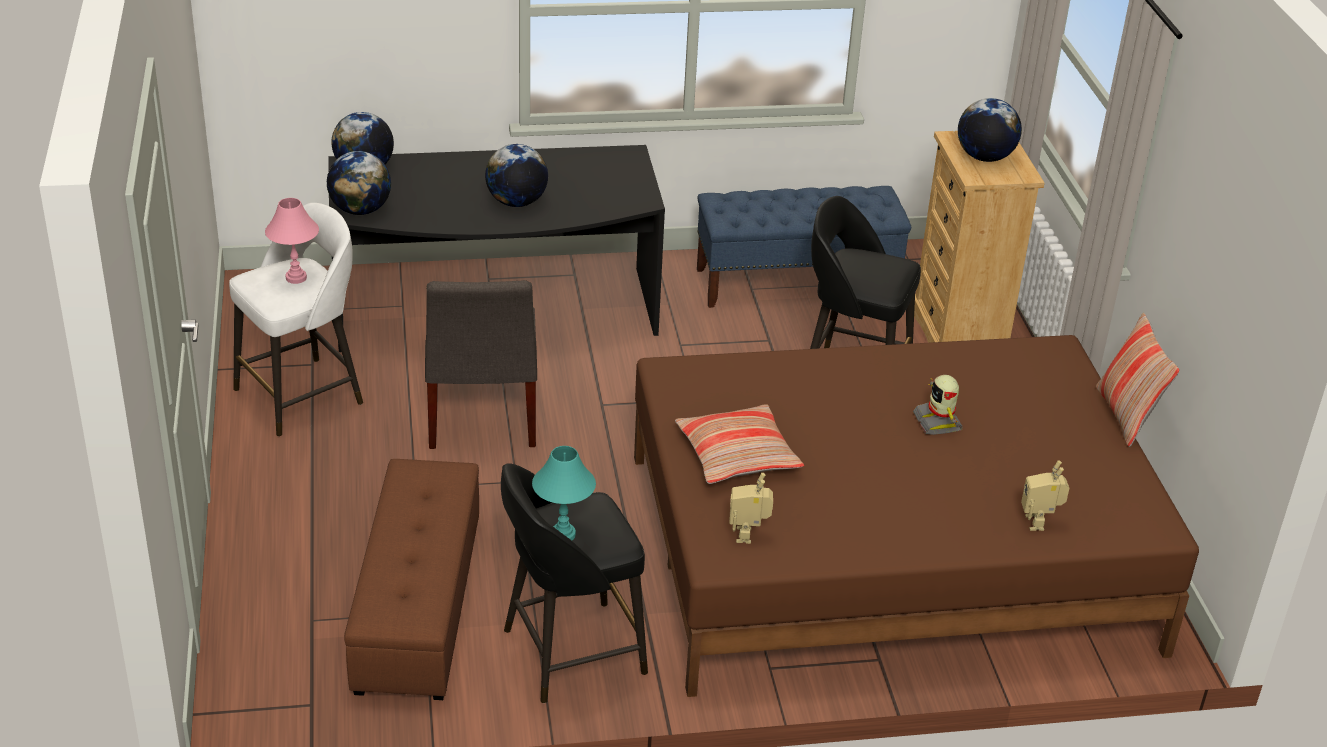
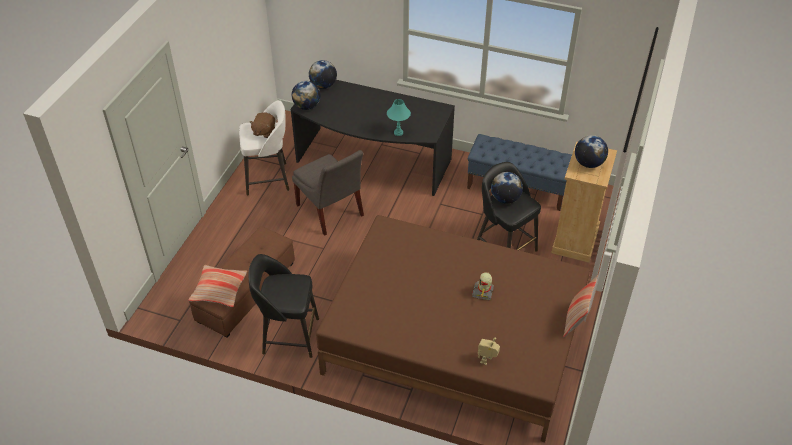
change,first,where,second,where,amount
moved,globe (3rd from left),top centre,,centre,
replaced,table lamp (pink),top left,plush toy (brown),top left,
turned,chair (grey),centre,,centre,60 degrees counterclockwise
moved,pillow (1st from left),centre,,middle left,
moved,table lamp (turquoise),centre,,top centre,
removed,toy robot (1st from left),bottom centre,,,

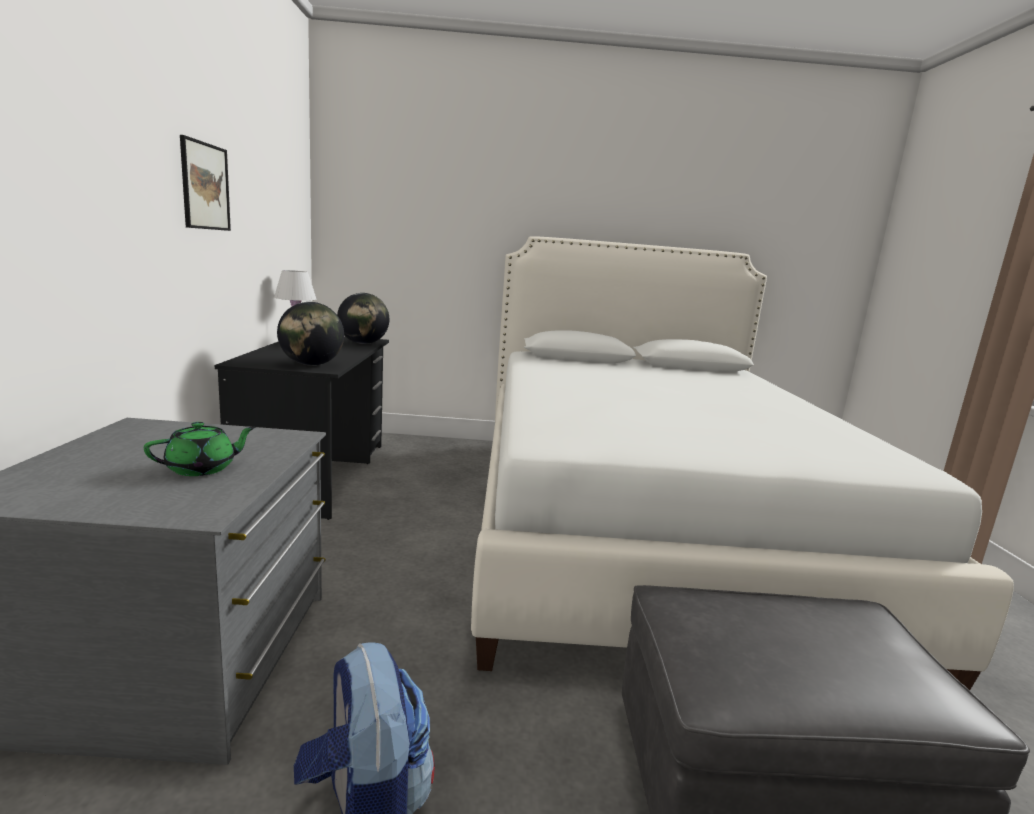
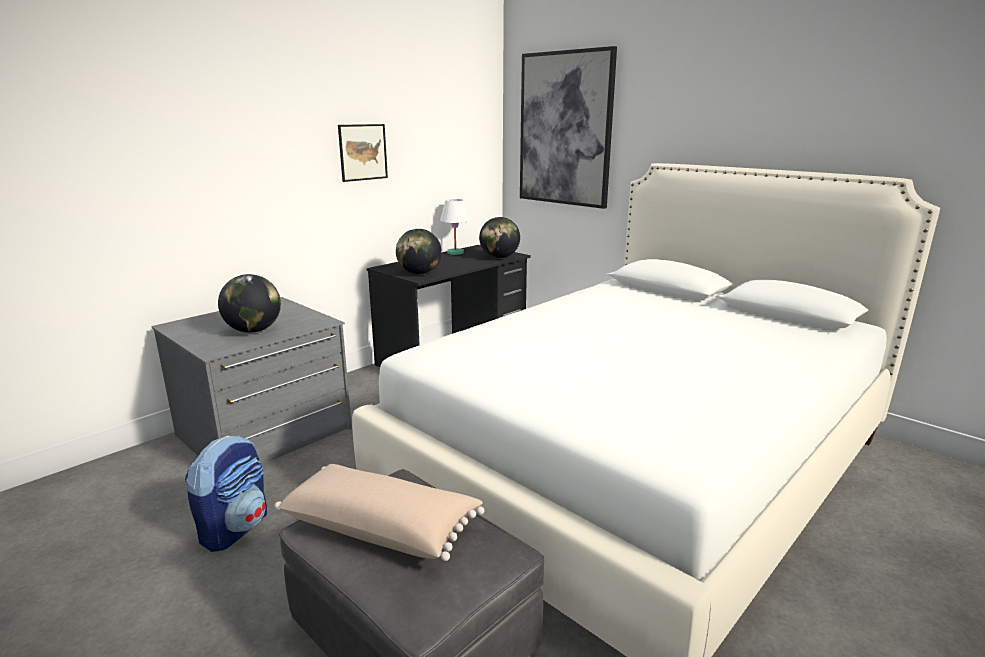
change,first,where,second,where,amount
replaced,teapot (green),middle left,globe (1st from left),middle left,
added,,,picture (2nd from left),top centre,
added,,,pillow (beige),bottom centre,

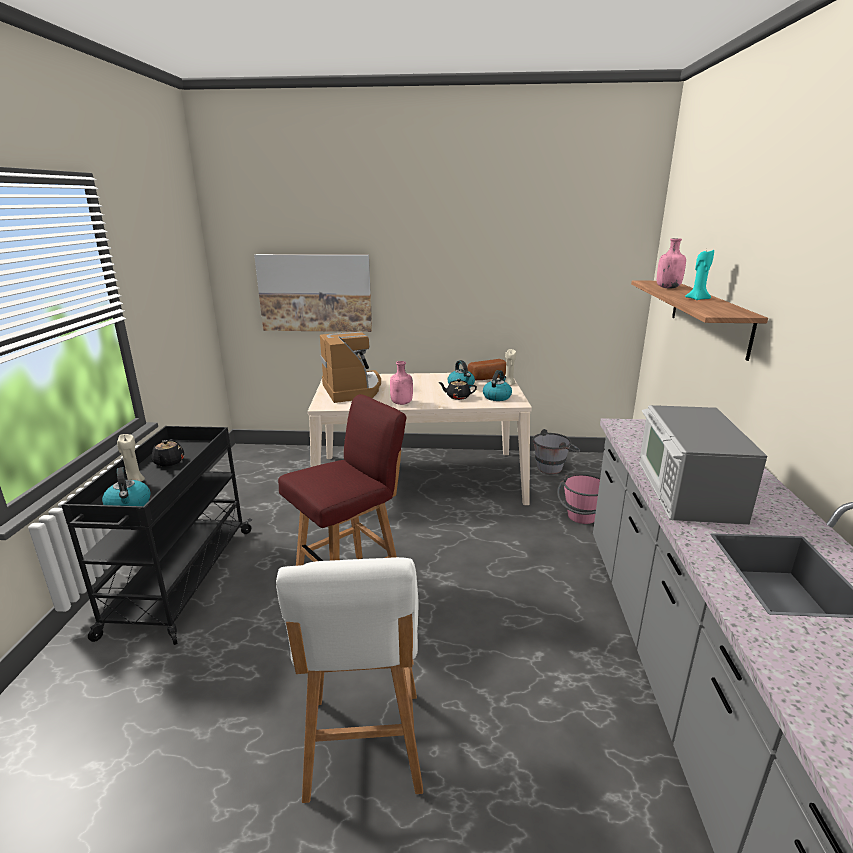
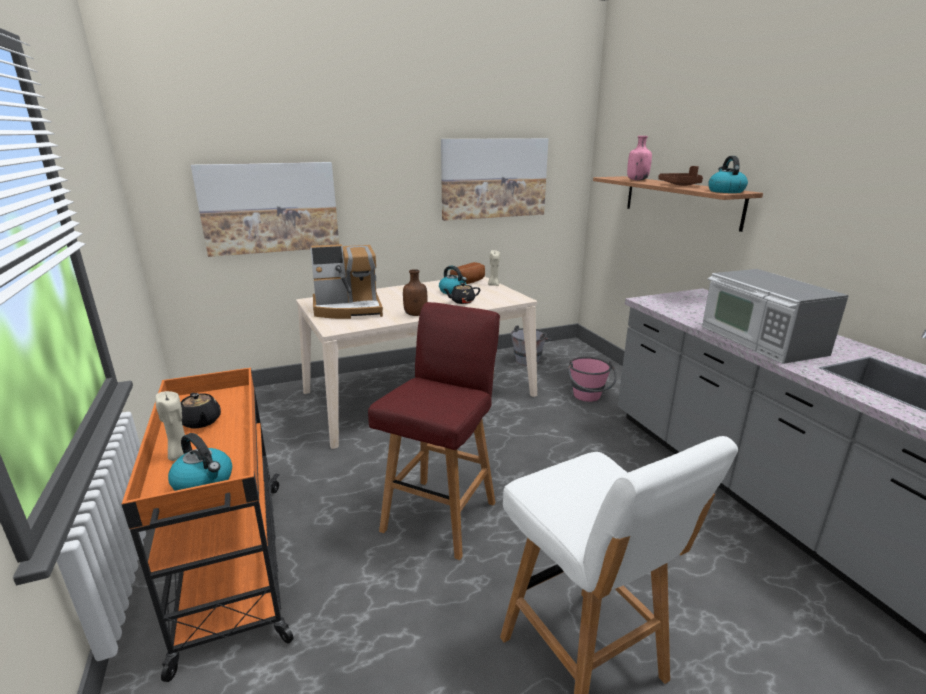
change,first,where,second,where,amount
replaced,candle (turquoise),top right,tray (brown),top right,
turned,coffee machine,centre,,centre,120 degrees clockwise
recoloured,bottle (pink) (1st from left),centre,bottle (brown),centre,
moved,kettle (3rd from left),centre,,top right,
recoloured,cart (black),middle left,cart (orange),bottom left,
added,,,picture (2nd from left),top centre,

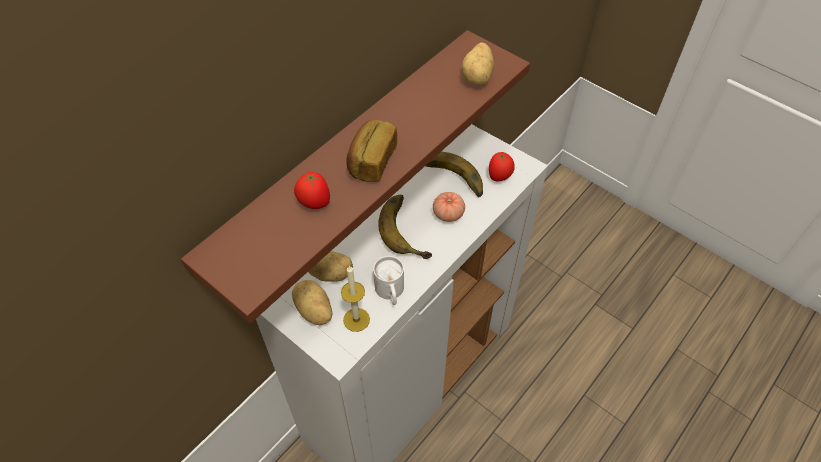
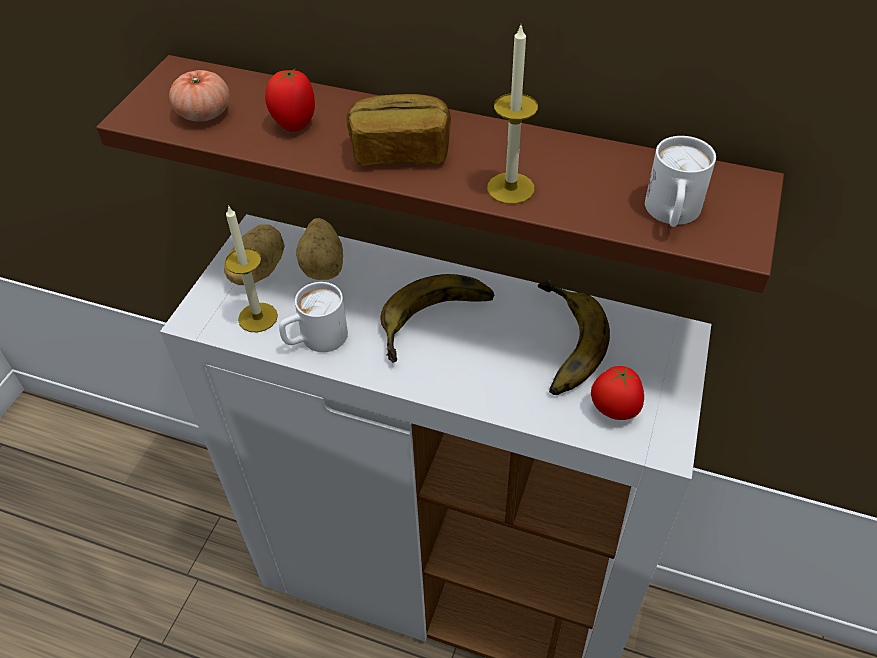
change,first,where,second,where,amount
replaced,potato (3rd from left),top centre,mug (white) (2nd from left),top right,
moved,tomato (2nd from left in the first image),centre,tomato (1st from left),top left,
added,,,candle (2nd from left),top centre,

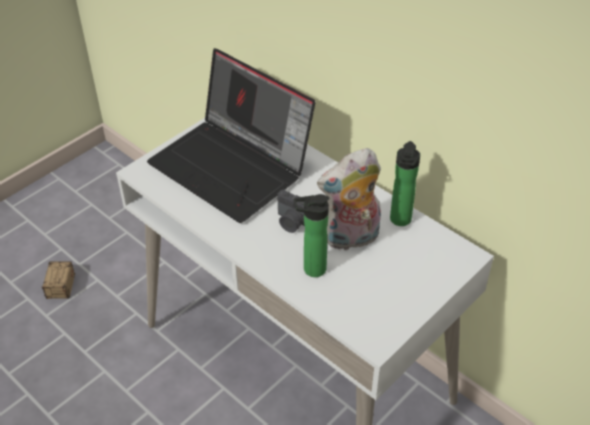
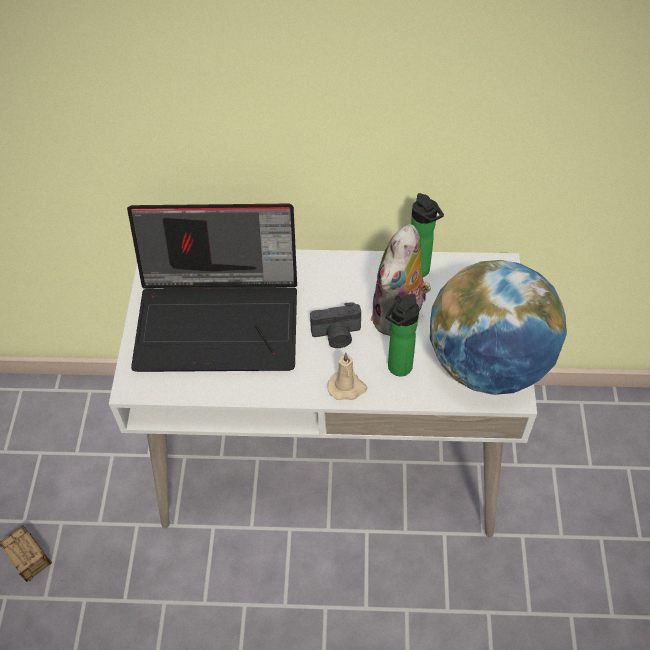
change,first,where,second,where,amount
added,,,globe,middle right,
added,,,candle (beige),centre,

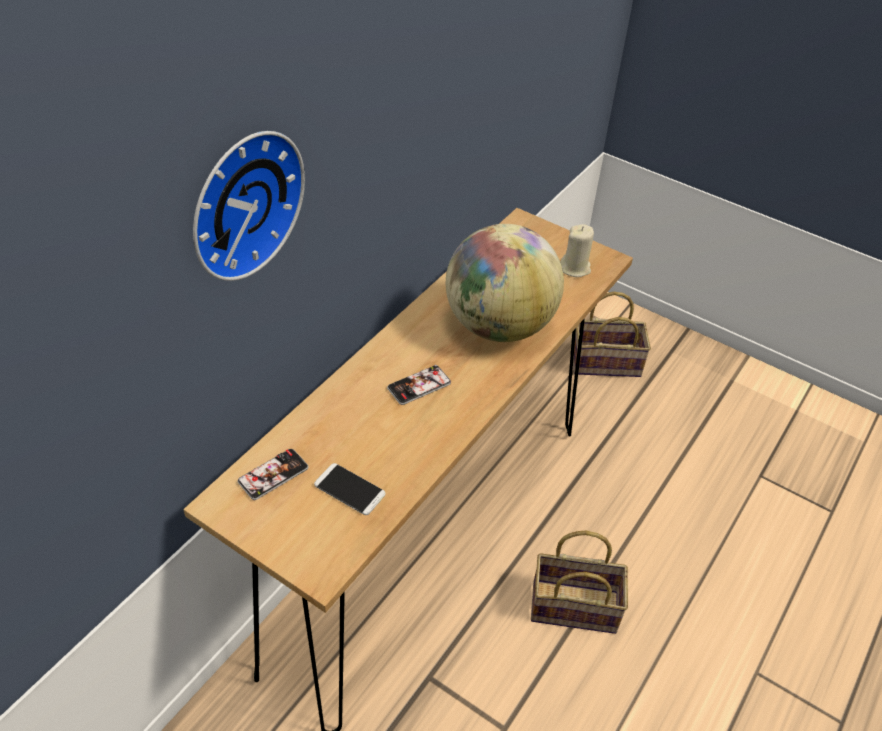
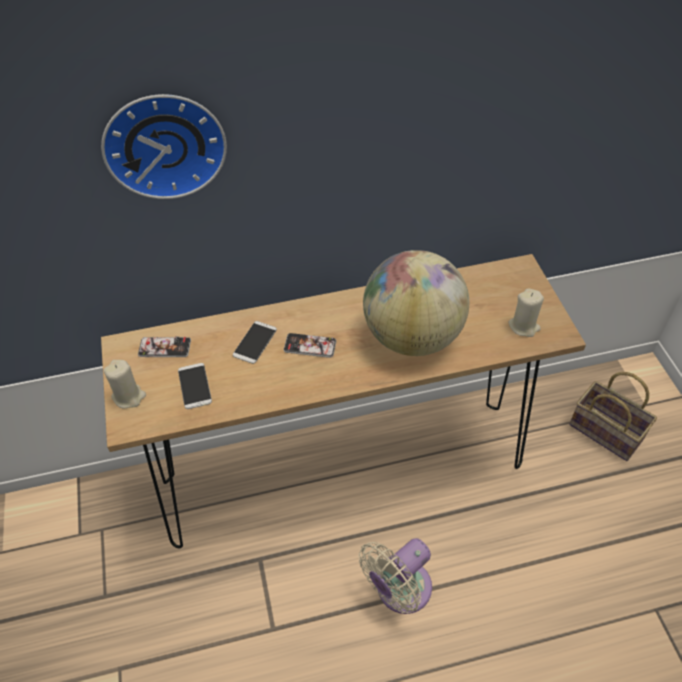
change,first,where,second,where,amount
replaced,basket (1st from left),bottom centre,fan (beige),bottom centre,
added,,,phone (3rd from left),centre,
added,,,candle (beige) (1st from left),middle left,

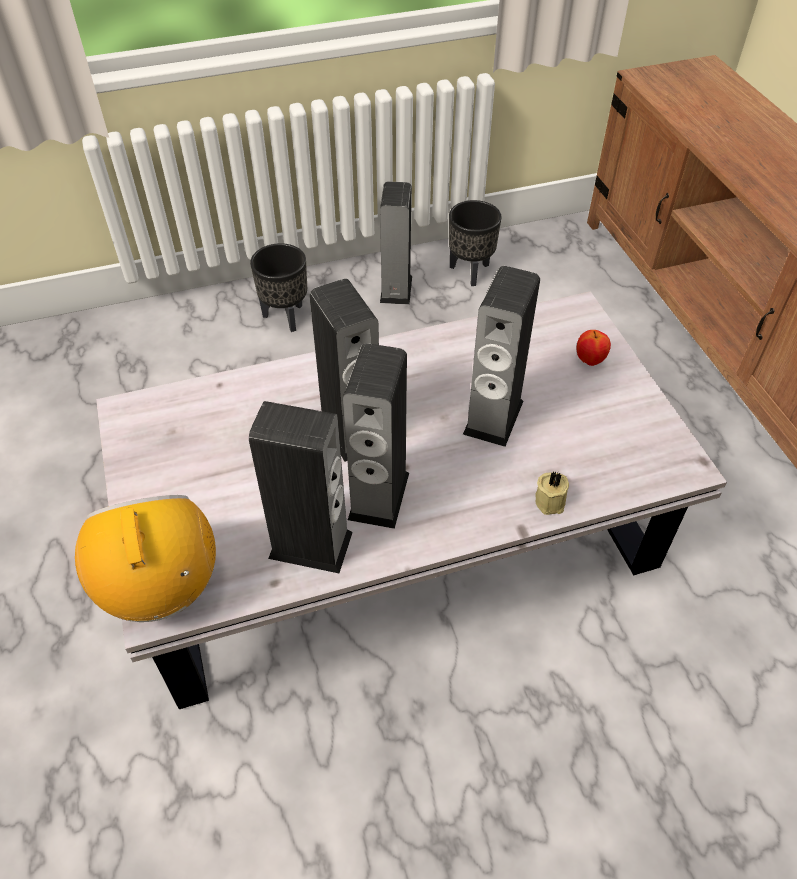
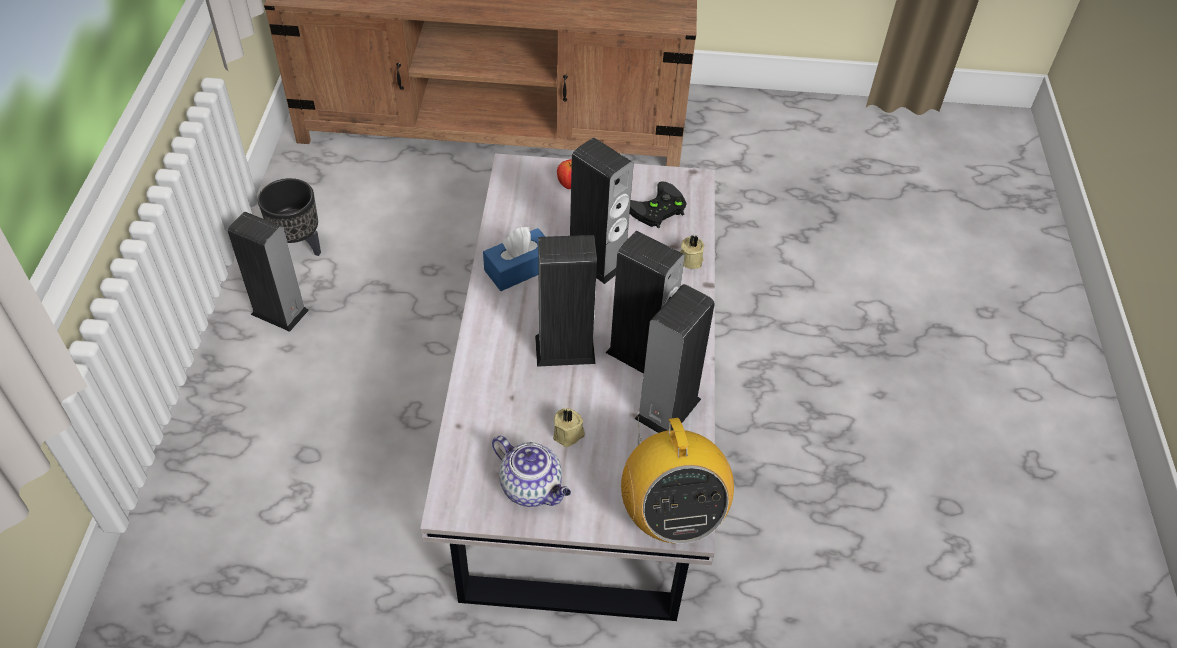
change,first,where,second,where,amount
removed,planter (black) (1st from left),top centre,,,
turned,radio,middle left,,bottom centre,105 degrees counterclockwise
added,,,game controller (black),top centre,
added,,,tissue box (blue),centre,
added,,,candle (beige) (1st from left),centre,
added,,,teapot,bottom centre,

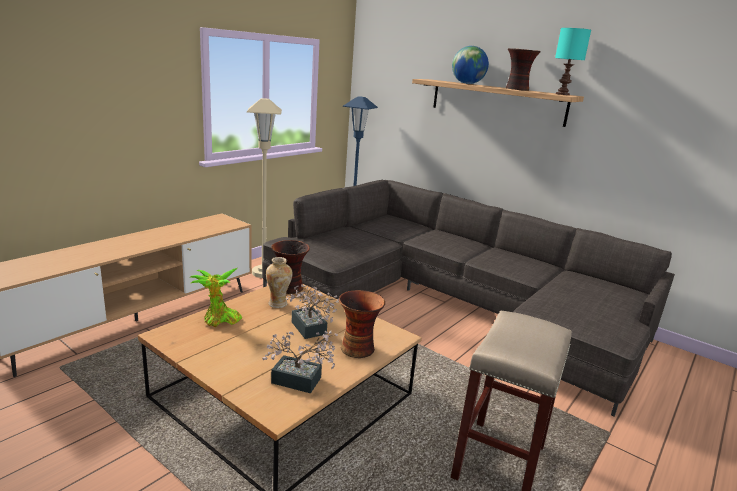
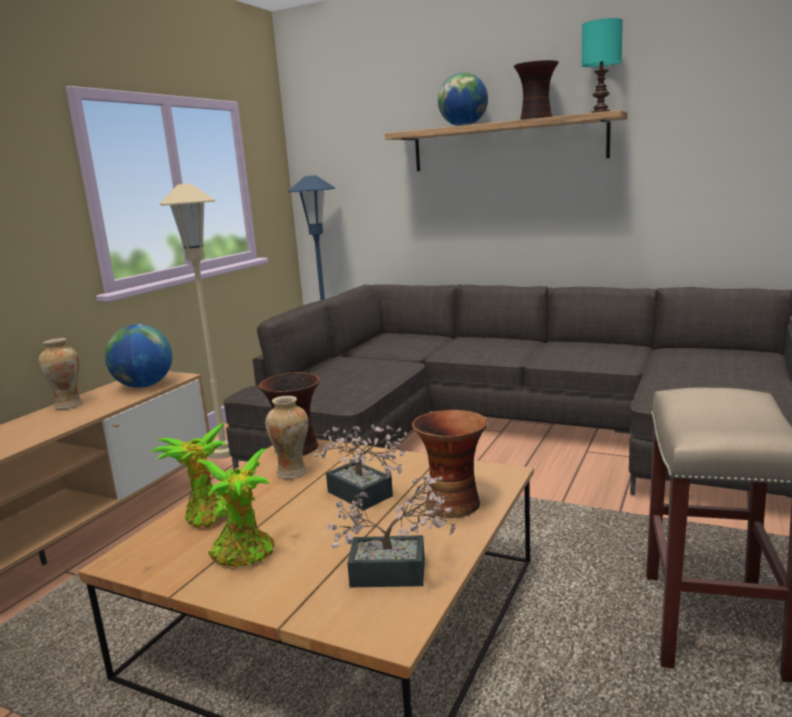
change,first,where,second,where,amount
added,,,globe (1st from left),middle left,
added,,,vase (1st from left),middle left,
added,,,potted plant (2nd from left),bottom left,

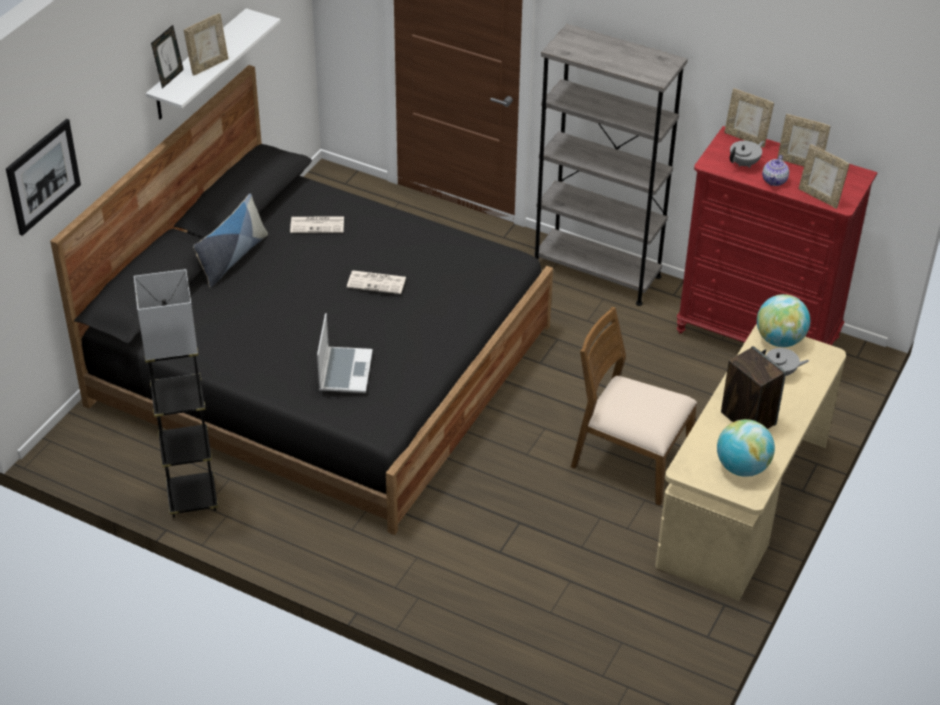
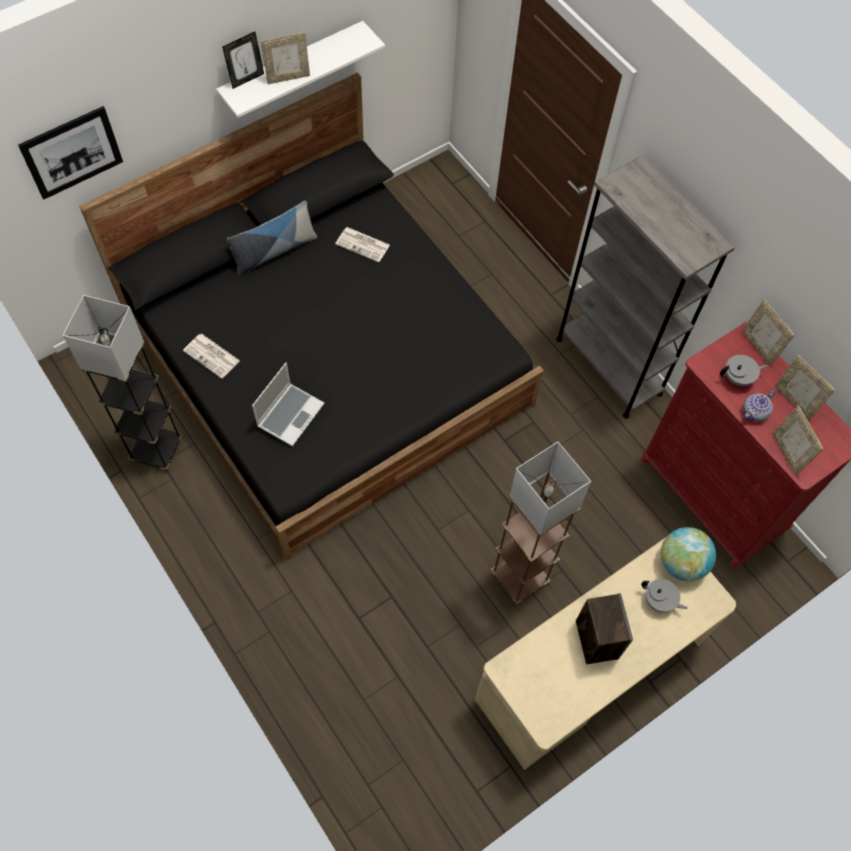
change,first,where,second,where,amount
moved,newspaper (2nd from left in the first image),centre,newspaper (1st from left),middle left,
replaced,chair (brown),middle right,floor lamp (brown),centre,
removed,globe (1st from left),middle right,,,

